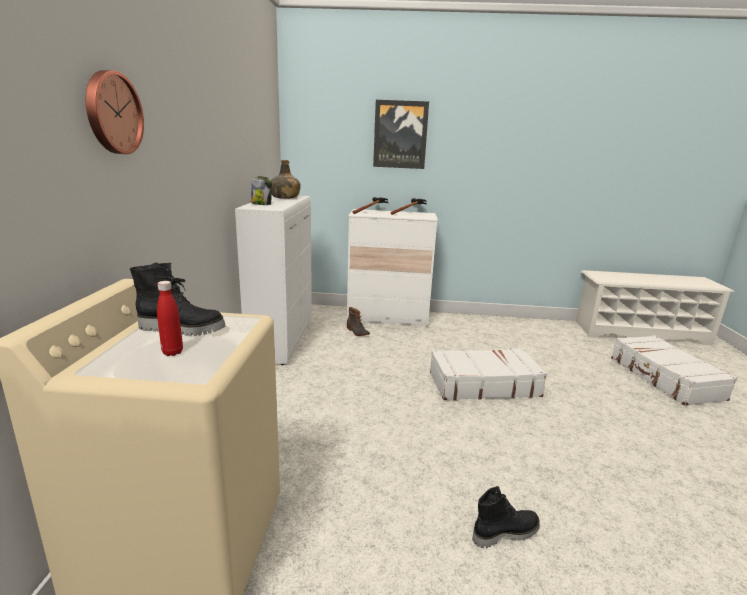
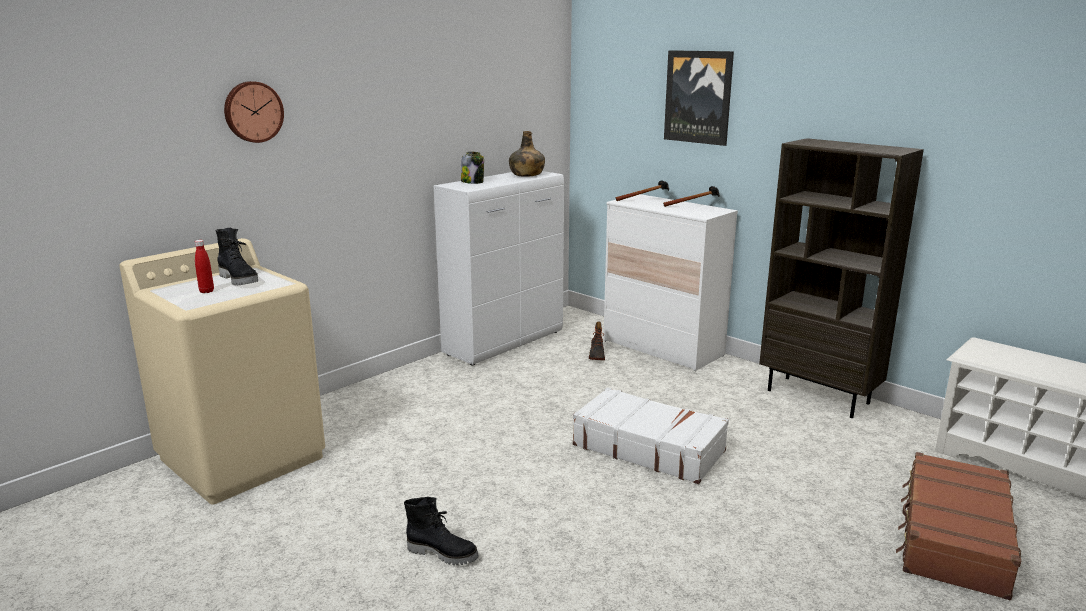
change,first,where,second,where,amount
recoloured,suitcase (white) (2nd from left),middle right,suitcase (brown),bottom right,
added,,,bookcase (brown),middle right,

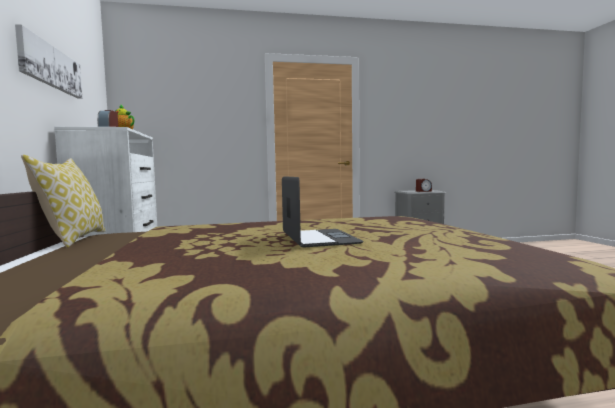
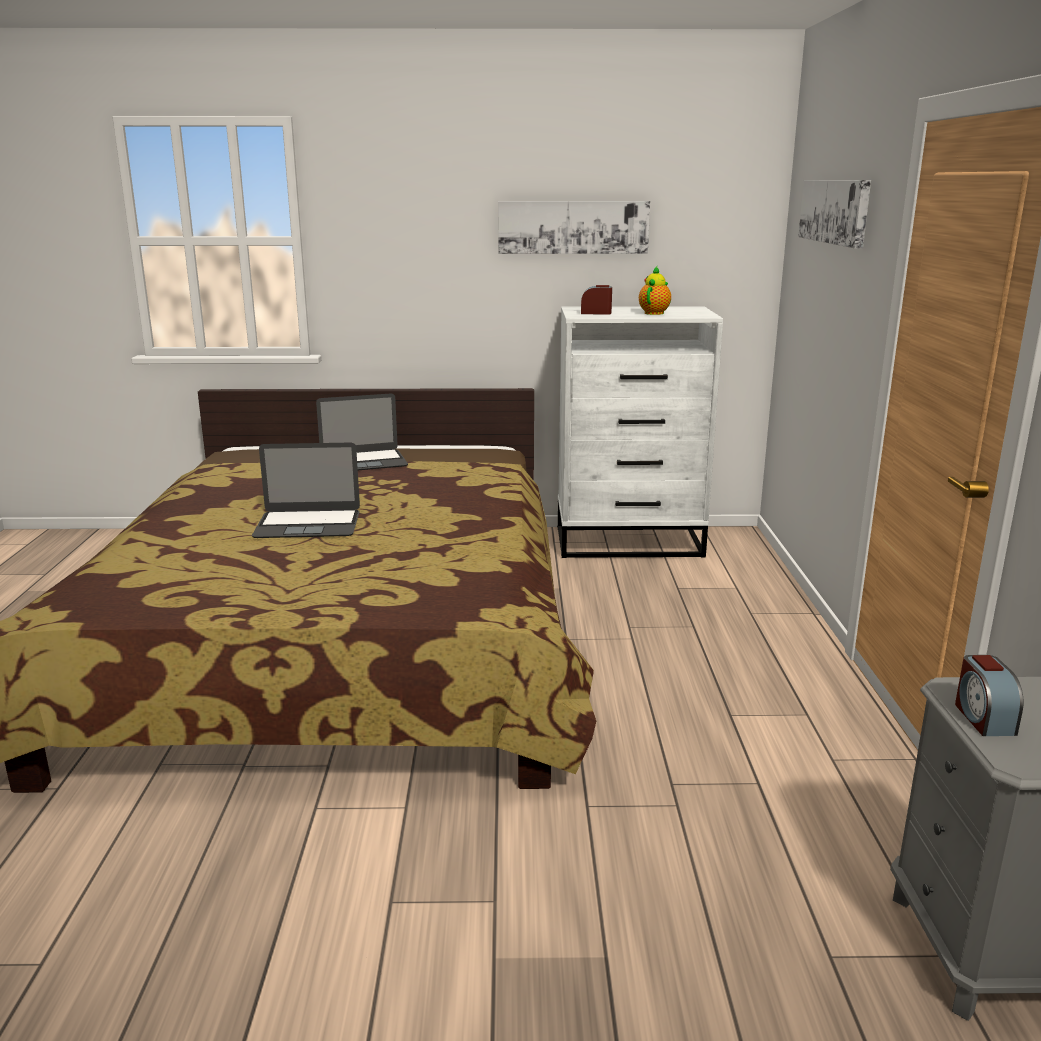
change,first,where,second,where,amount
removed,pillow,middle left,,,
added,,,picture (2nd from left),top right,
added,,,laptop (2nd from left),centre,

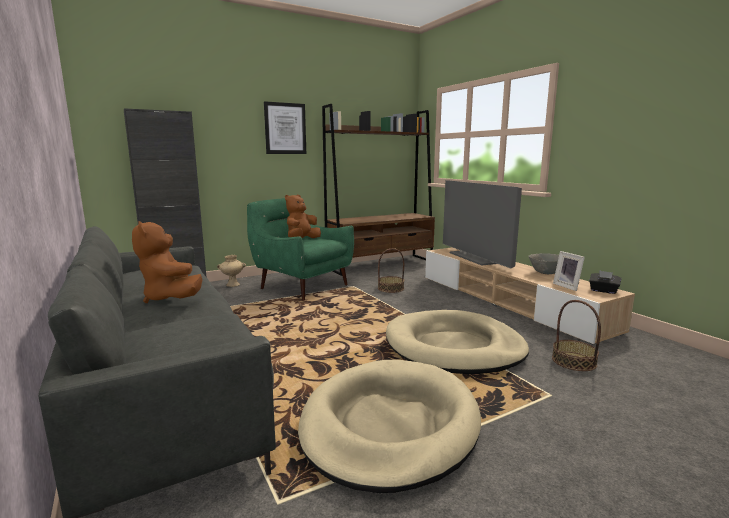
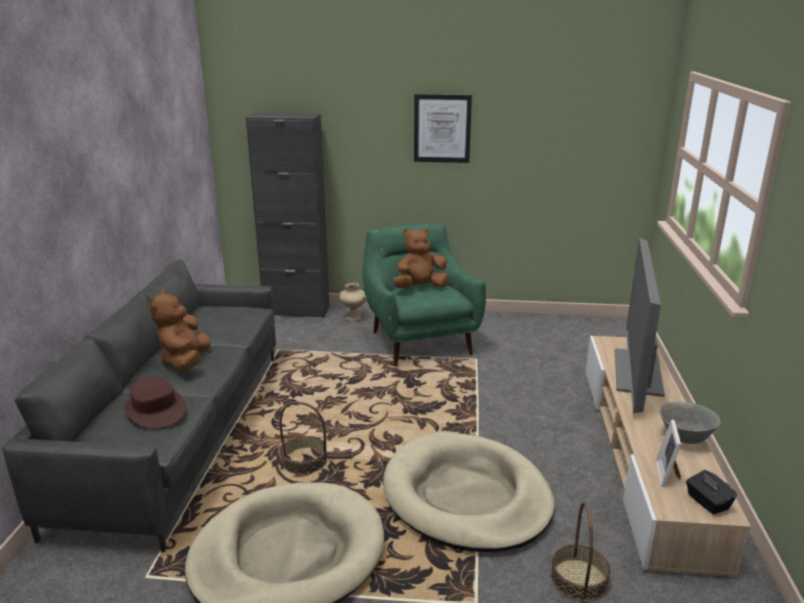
change,first,where,second,where,amount
removed,bookcase (brown),centre,,,
moved,basket (1st from left),centre,,bottom centre,
added,,,hat (brown),bottom left,

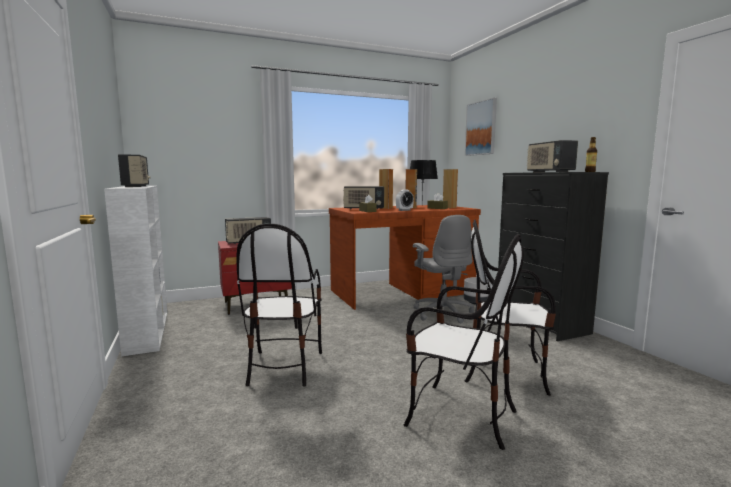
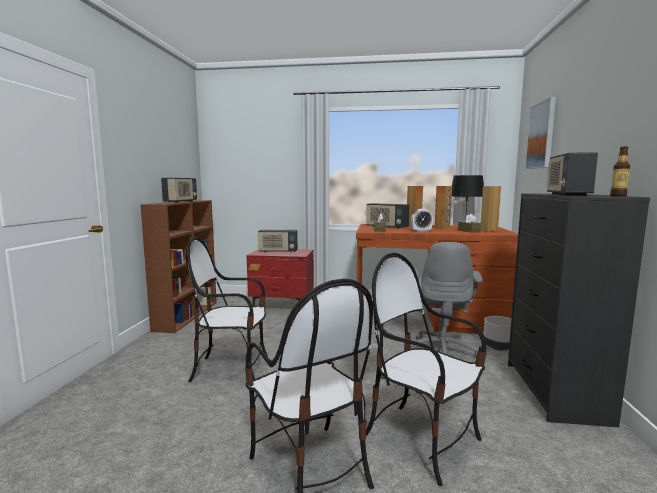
change,first,where,second,where,amount
recoloured,bookcase (white),middle left,bookcase (brown),middle left,
turned,chair (1st from left),centre,,centre,60 degrees clockwise

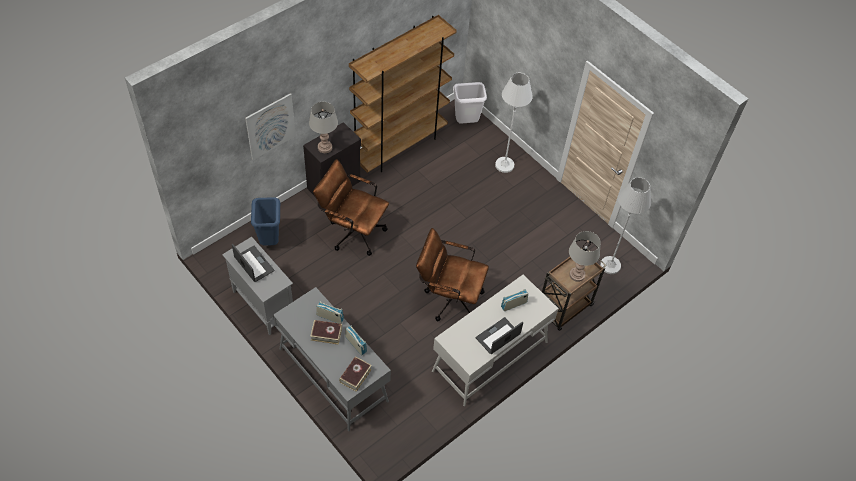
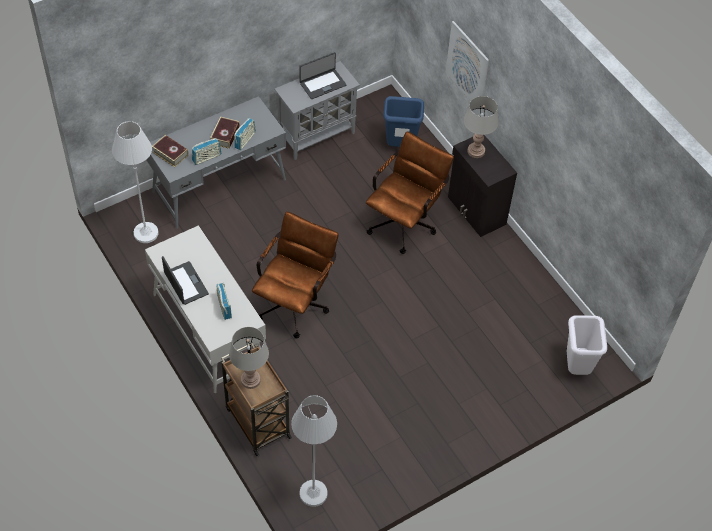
change,first,where,second,where,amount
removed,bookcase (brown),top centre,,,
moved,floor lamp (white) (1st from left),top centre,,middle left,

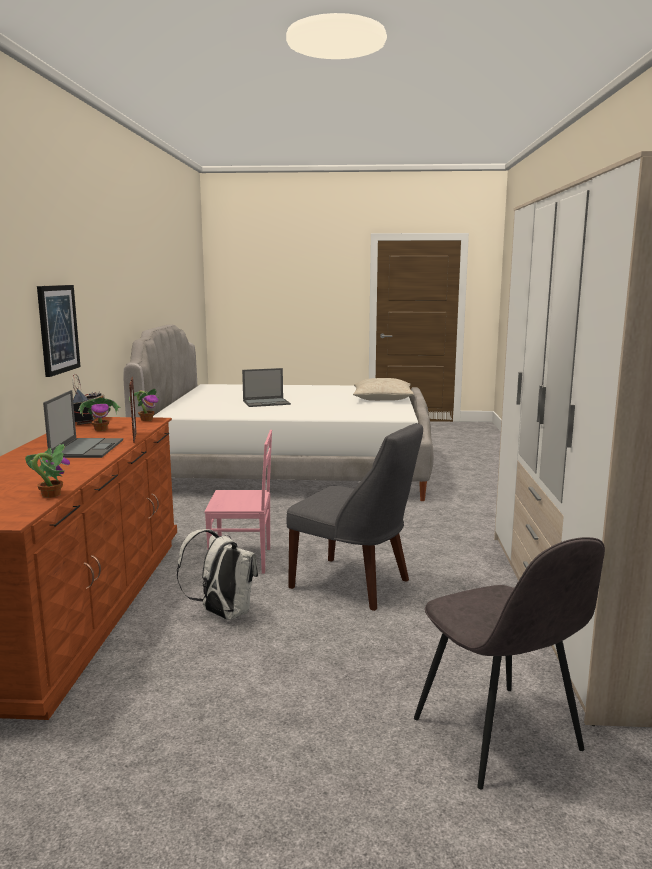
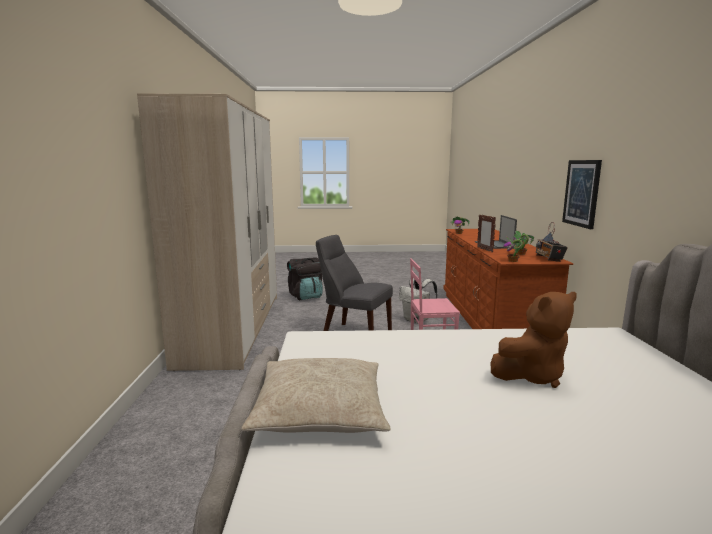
change,first,where,second,where,amount
replaced,laptop (2nd from left),centre,plush toy (brown),middle right,
replaced,chair (grey) (2nd from left),bottom right,backpack (black),centre,

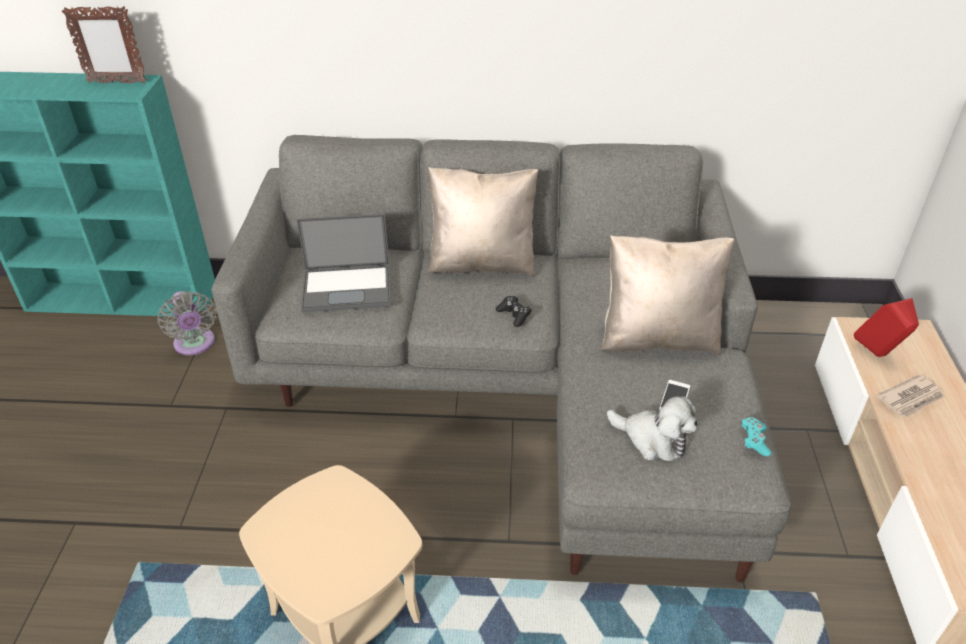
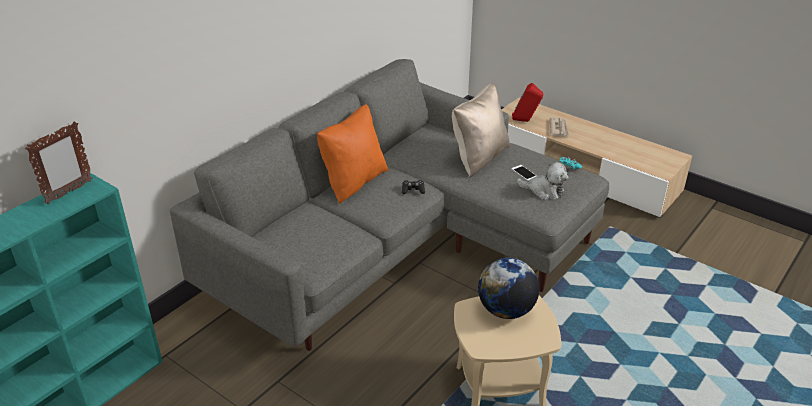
change,first,where,second,where,amount
recoloured,pillow (beige) (1st from left),centre,pillow (orange),centre,
removed,laptop,centre,,,
removed,fan (grey),middle left,,,
turned,plush toy,middle right,,middle right,45 degrees clockwise
added,,,globe,bottom centre,

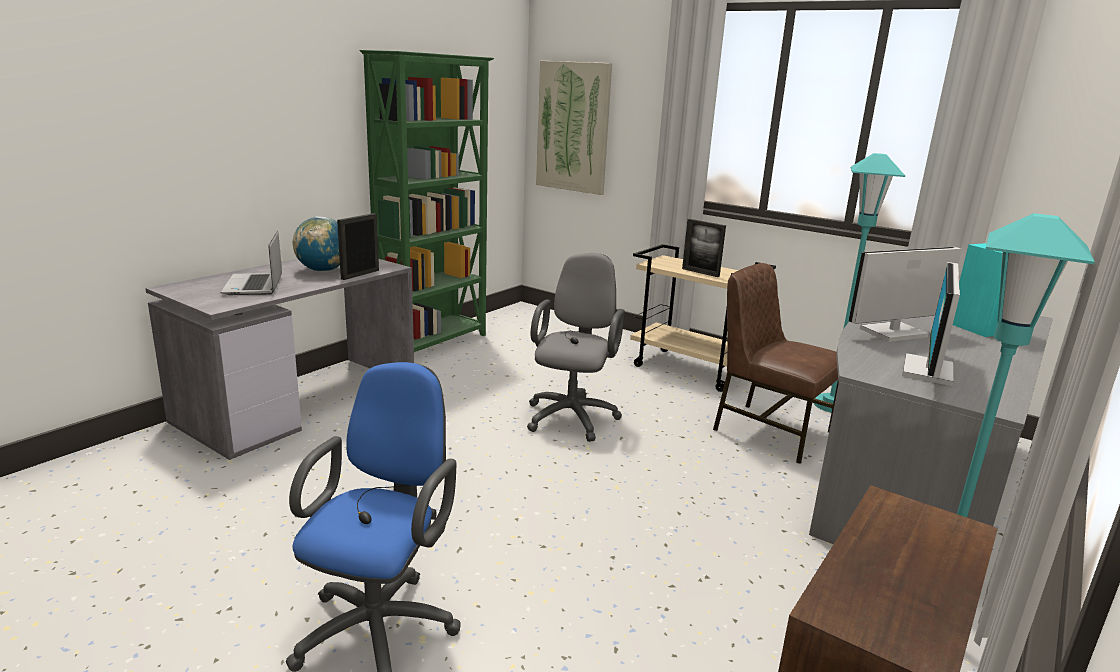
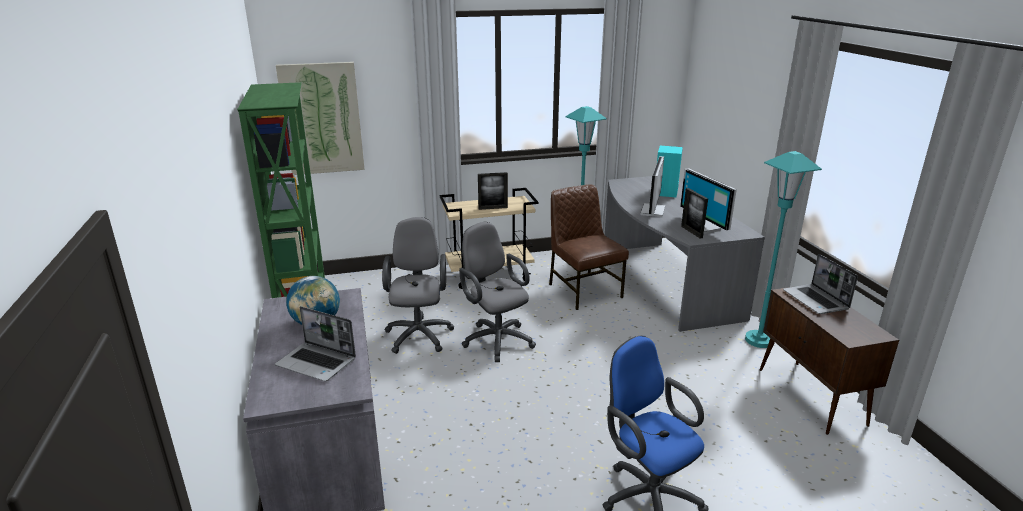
change,first,where,second,where,amount
moved,picture frame (1st from left in the first image),middle left,picture frame (2nd from left),middle right,
turned,chair (brown),middle right,,centre,75 degrees clockwise
added,,,office chair (grey) (1st from left),centre,
added,,,laptop (2nd from left),middle right,

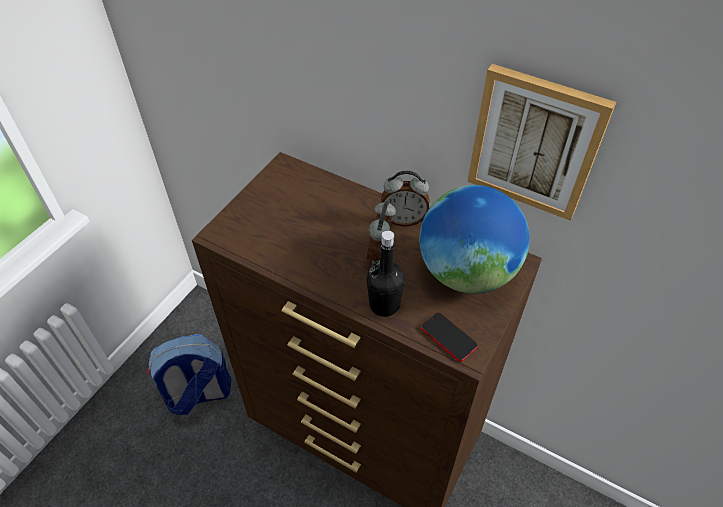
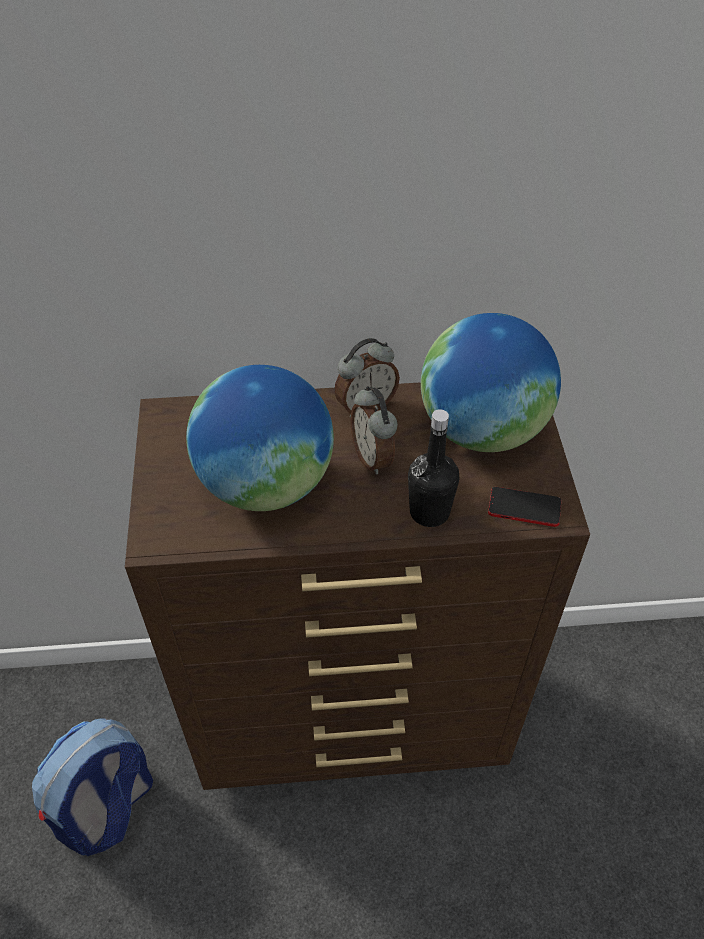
change,first,where,second,where,amount
removed,picture,top right,,,
added,,,globe (1st from left),centre,

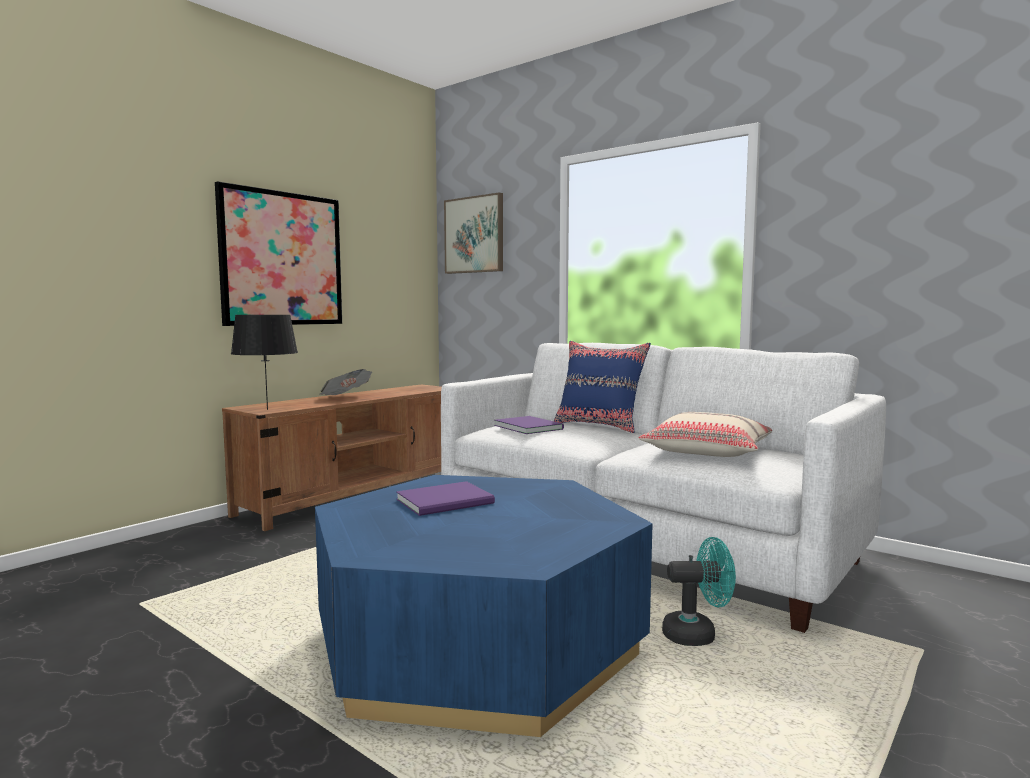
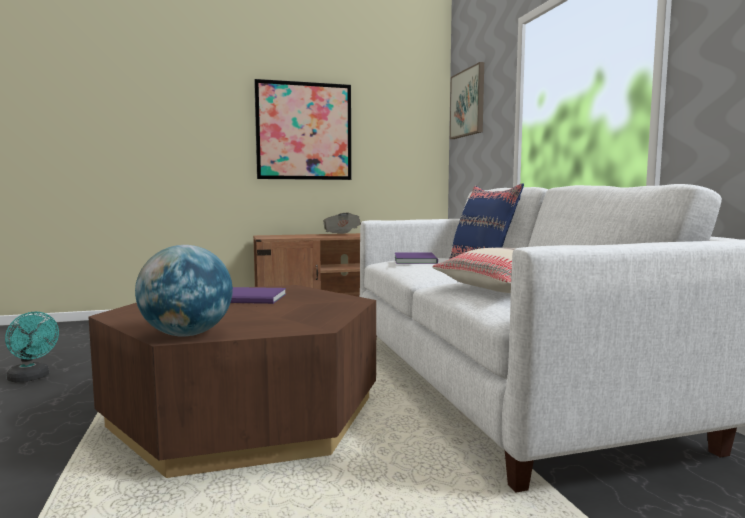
change,first,where,second,where,amount
removed,table lamp (black),middle left,,,
recoloured,coffee table (blue),bottom centre,coffee table (brown),bottom left,
moved,fan (turquoise),bottom right,,bottom left,
added,,,globe,middle left,

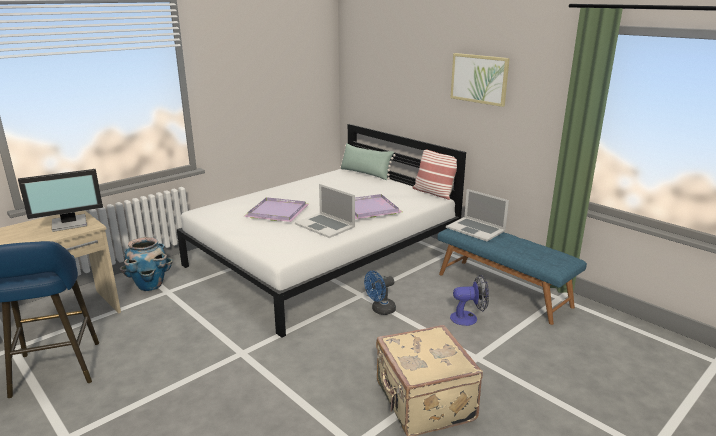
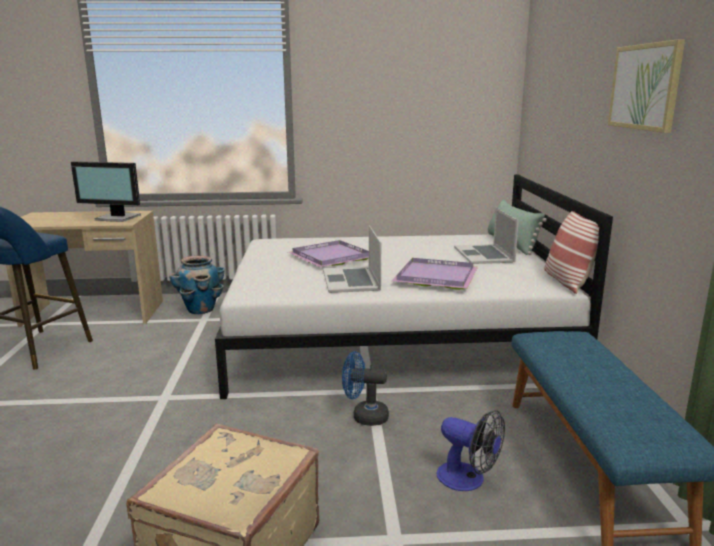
change,first,where,second,where,amount
moved,laptop (2nd from left),centre,,middle right,

